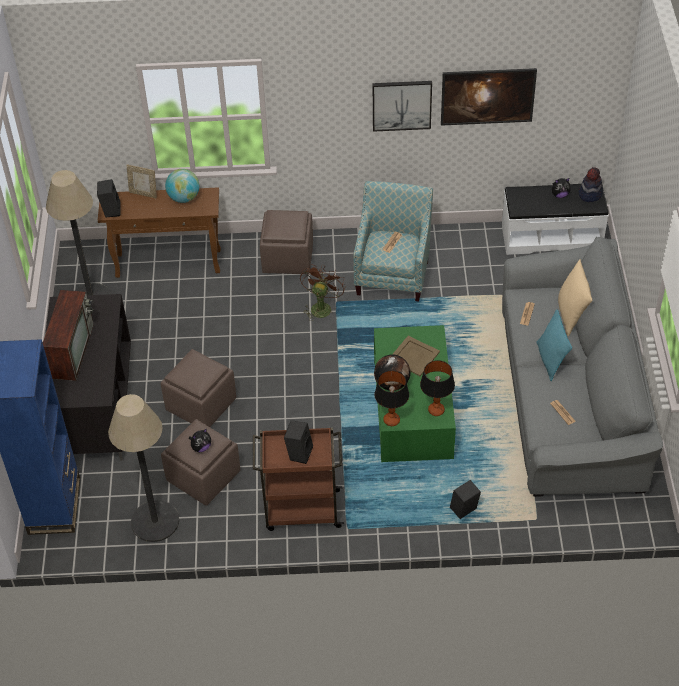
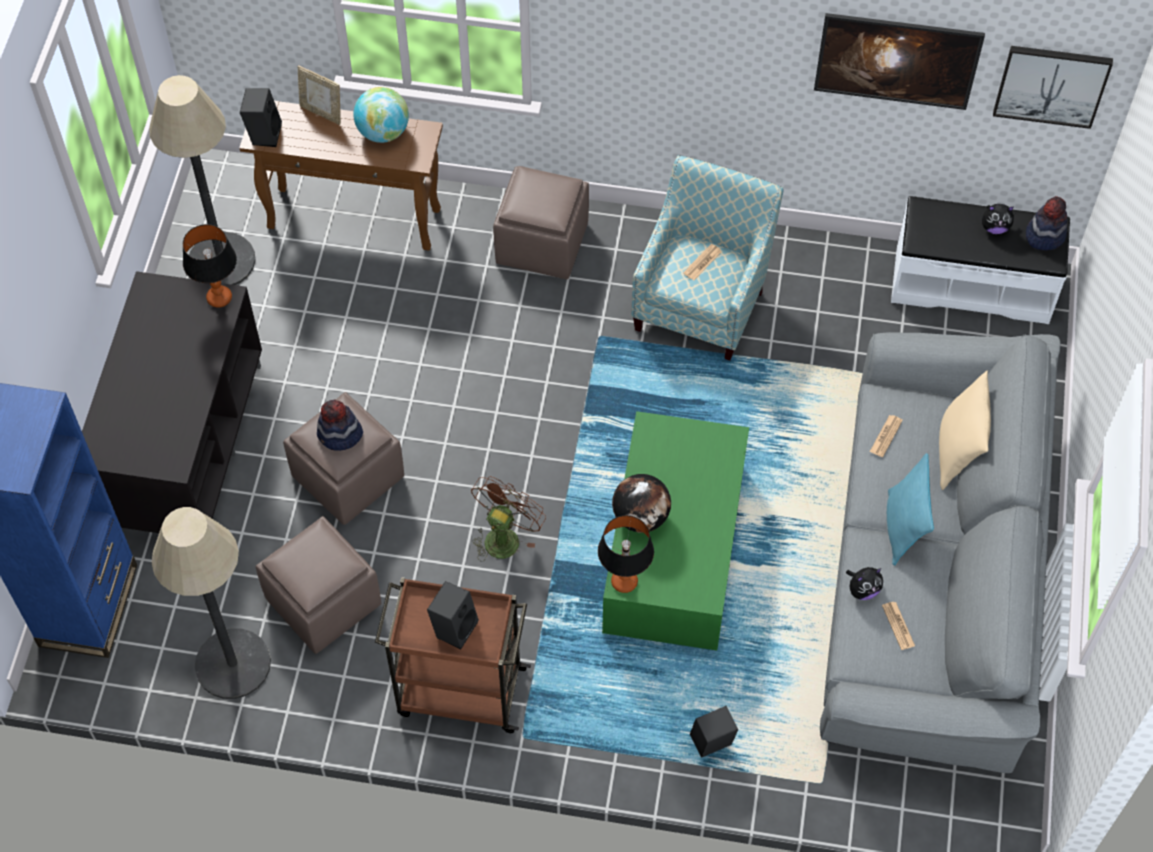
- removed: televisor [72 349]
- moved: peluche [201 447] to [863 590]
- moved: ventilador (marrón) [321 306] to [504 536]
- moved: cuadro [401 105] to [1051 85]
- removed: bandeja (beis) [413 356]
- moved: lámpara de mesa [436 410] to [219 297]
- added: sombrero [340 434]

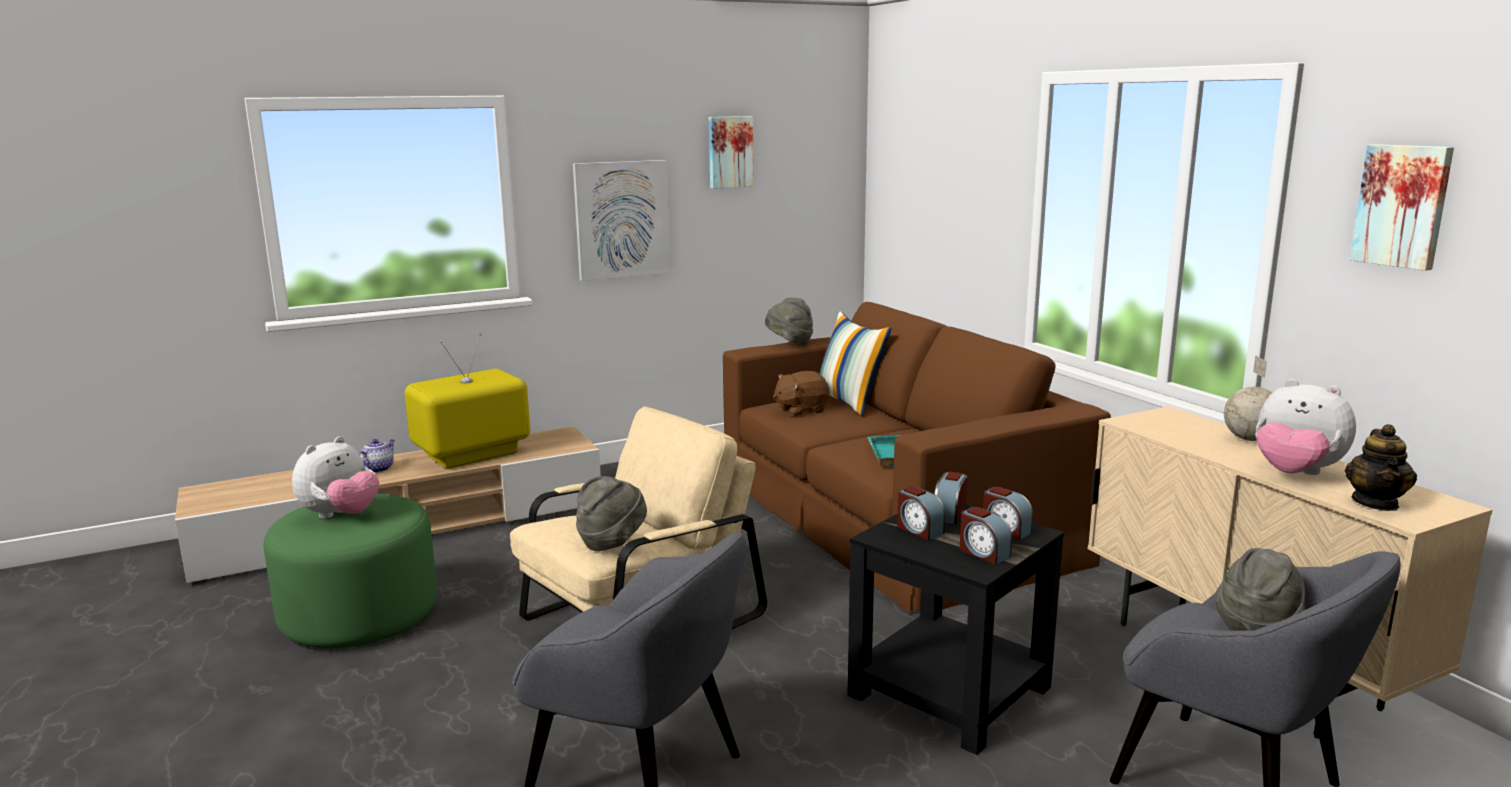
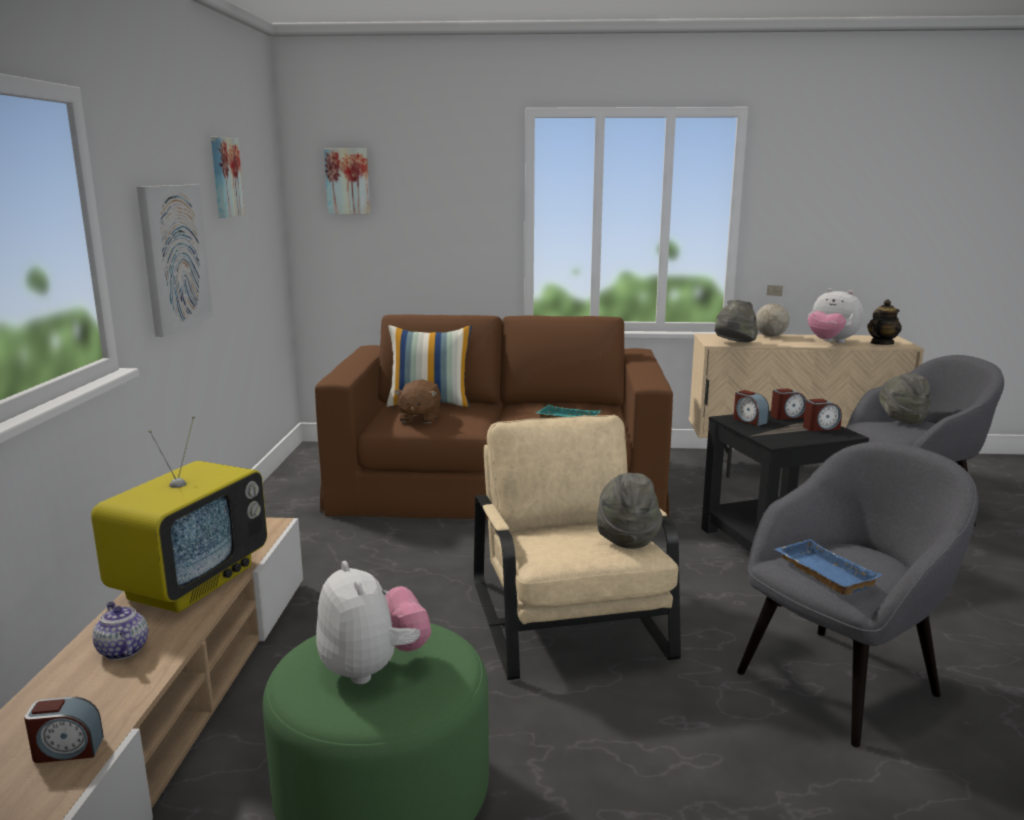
- turned: televisor [472 455] = [191 582] 150 degrees counterclockwise
- moved: sombrero (gris) [789 343] to [734 344]
- moved: despertador [919 530] to [67 750]
- turned: peluche [1295 473] = [831 342] 60 degrees clockwise
- turned: tetera [1375 503] = [881 343] 90 degrees counterclockwise
- moved: cuadro [1402 206] to [348 181]
- added: bandeja (azul) [822 573]

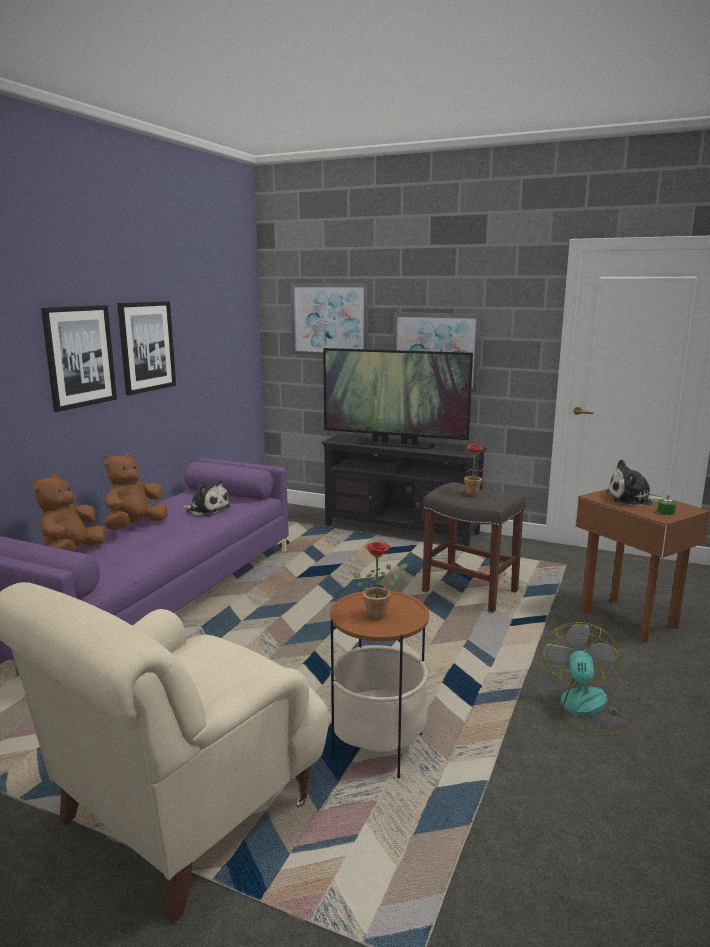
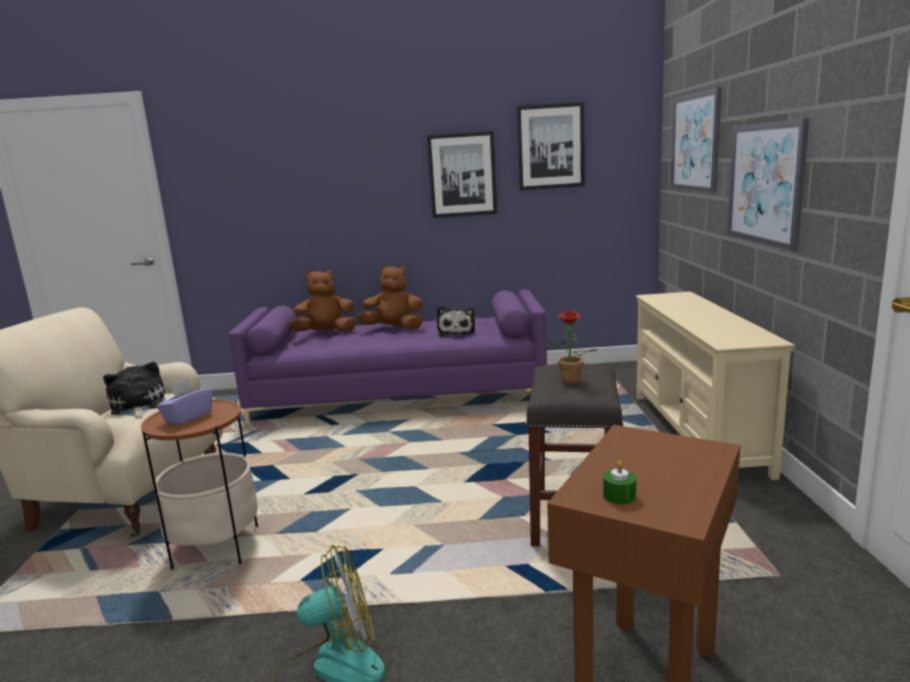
- moved: cuadro [79 356] to [550 146]
- recoloured: mueble de televisión (negro) [401 529] to mueble de televisión (beis) [697 433]
- removed: televisor [394 444]
- replaced: planta en maceta [379 614] to caja de pañuelos (morado) [188 417]
- moved: peluche [632 499] to [137 406]

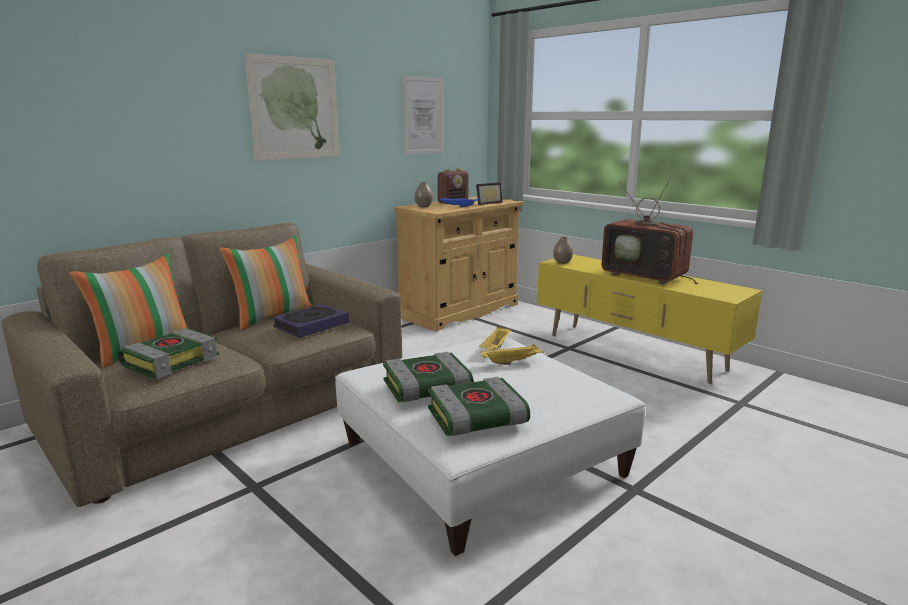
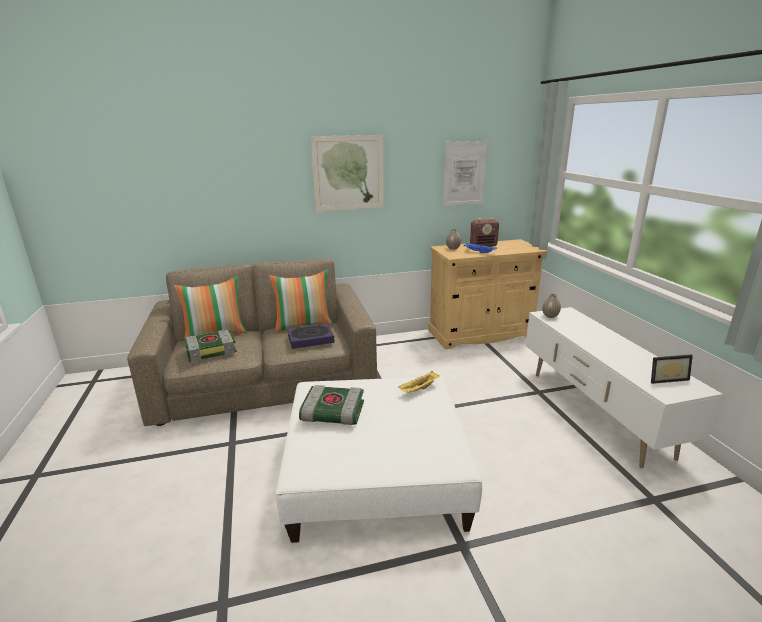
- removed: libro [476 419]
- moved: portarretratos [487 203] to [665 378]
- removed: bandeja (amarillo) [512 362]
- recoloured: mueble de televisión (amarillo) [633 352] to mueble de televisión (blanco) [595 412]
- removed: televisor [647 276]

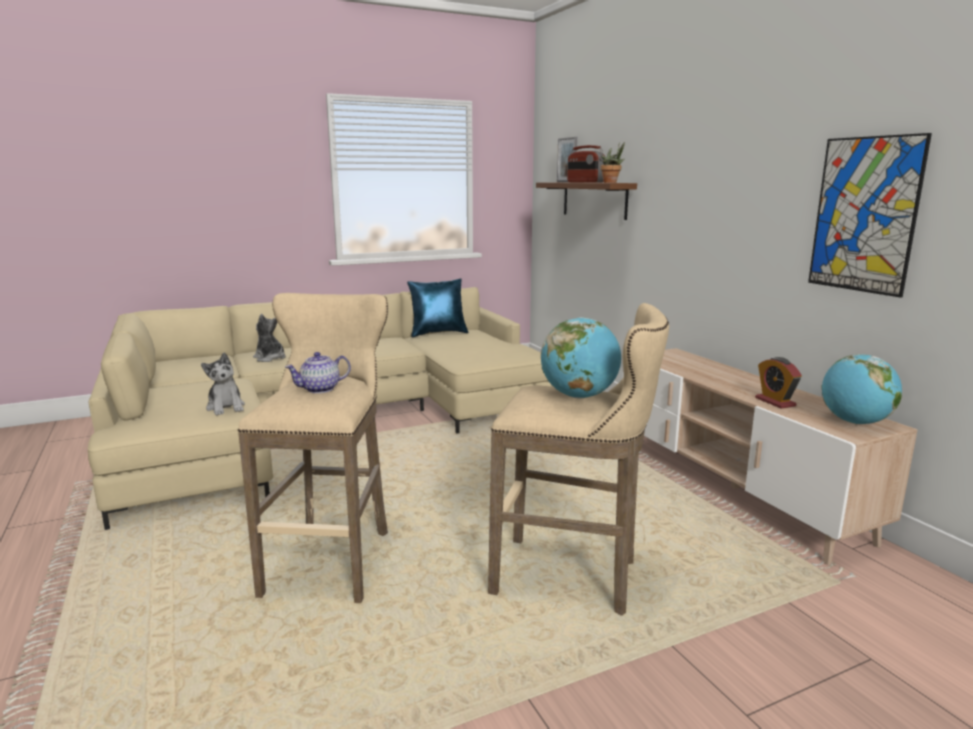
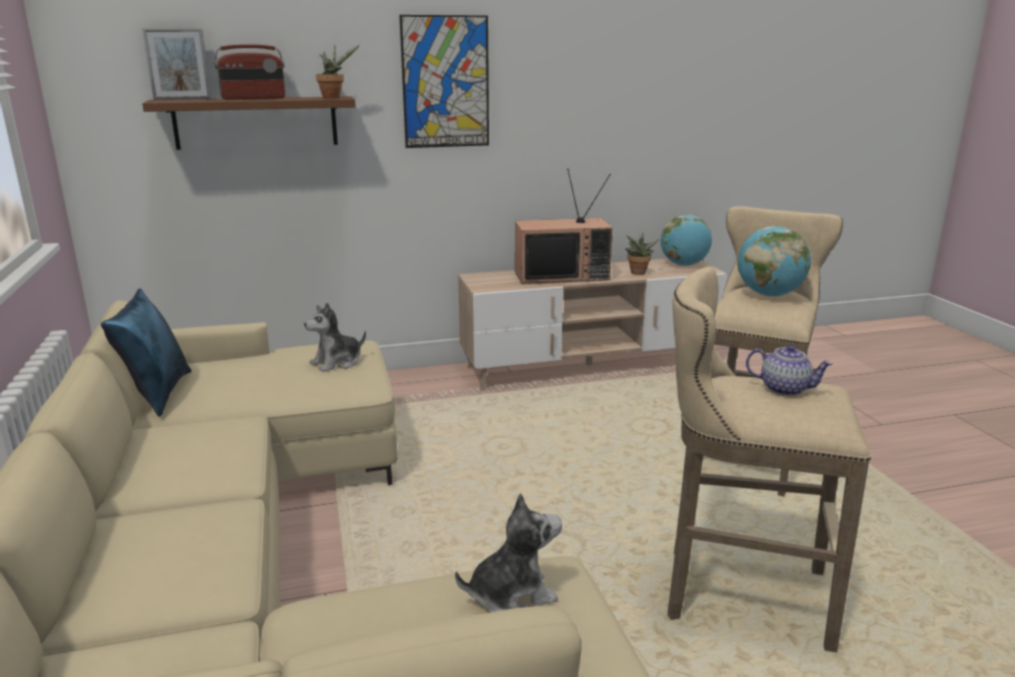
- moved: peluche [270 358] to [337 362]
- turned: tetera [320 389] = [785 389] 45 degrees counterclockwise
- replaced: despertador [775 402] to planta en maceta [638 273]
- moved: cuadro [864 215] to [445 82]
- added: televisor [562 275]

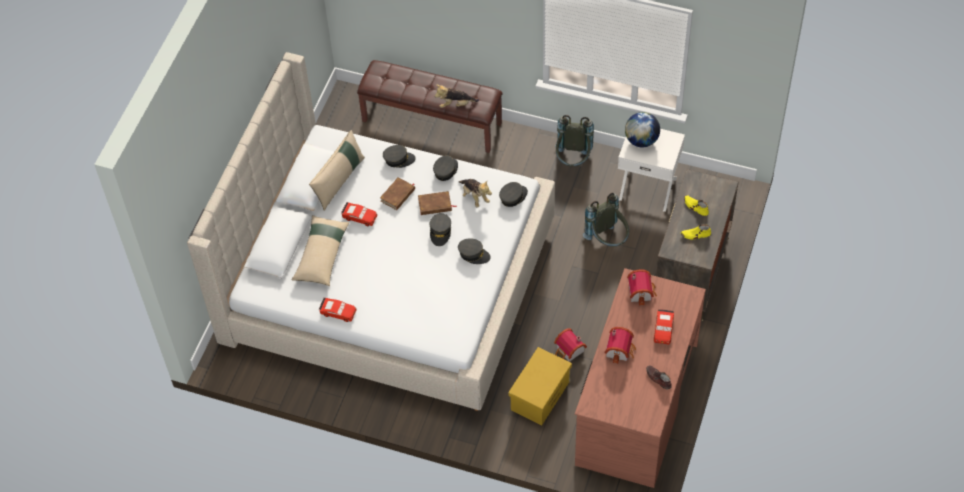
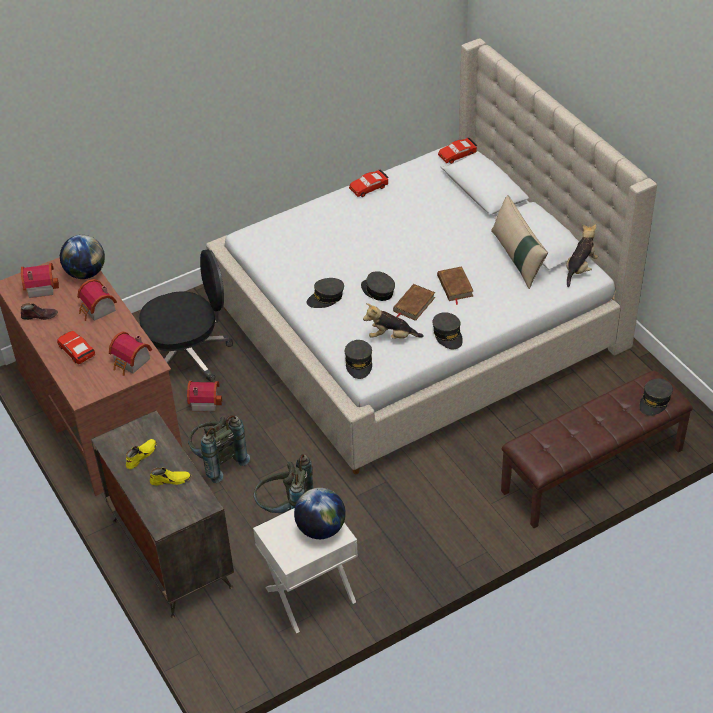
- removed: cojín (beis) [321 255]
- moved: coche de juguete (rojo) [359 217] to [457 155]
- moved: gorra (gris) [398 159] to [655 401]
- moved: peluche [455 104] to [580 268]
- replaced: caja de almacenaje (amarillo) [540 395] to silla de oficina (negro) [188 355]
- moved: mochila (gris) [573 160] to [217 462]
- added: casita [40 287]
- added: globo terráqueo [85 273]

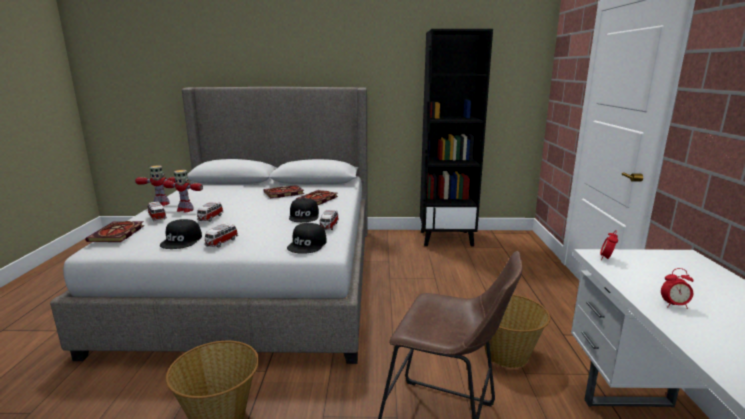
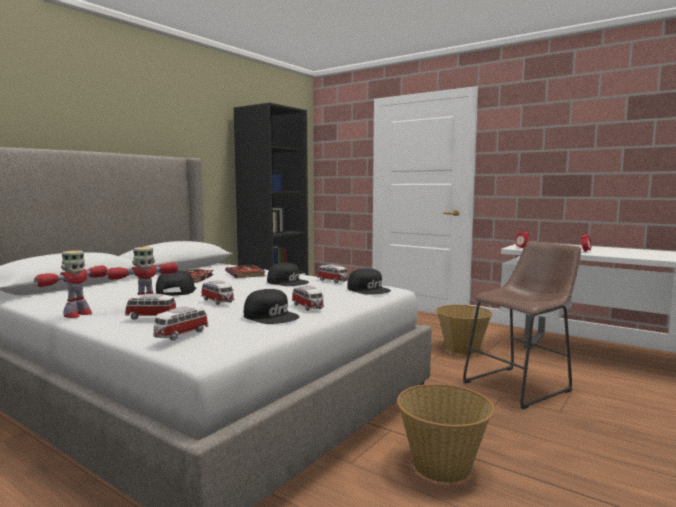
- replaced: libro [117 234] to coche de juguete [180 334]
- added: gorra (negro) [175 291]

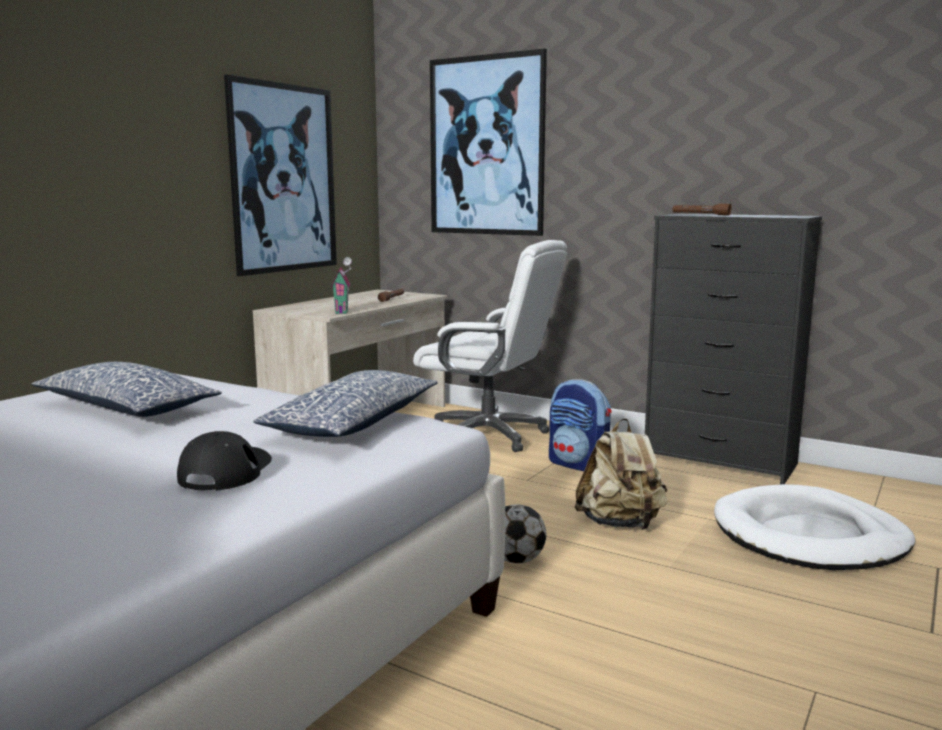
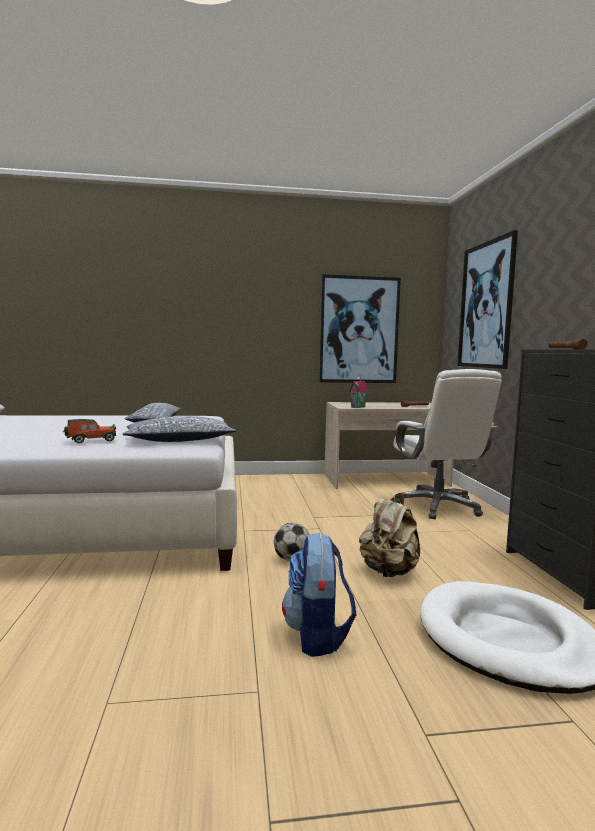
- replaced: gorra (negro) [226 471] to coche de juguete [90 440]
- moved: mochila [579 465] to [318 636]

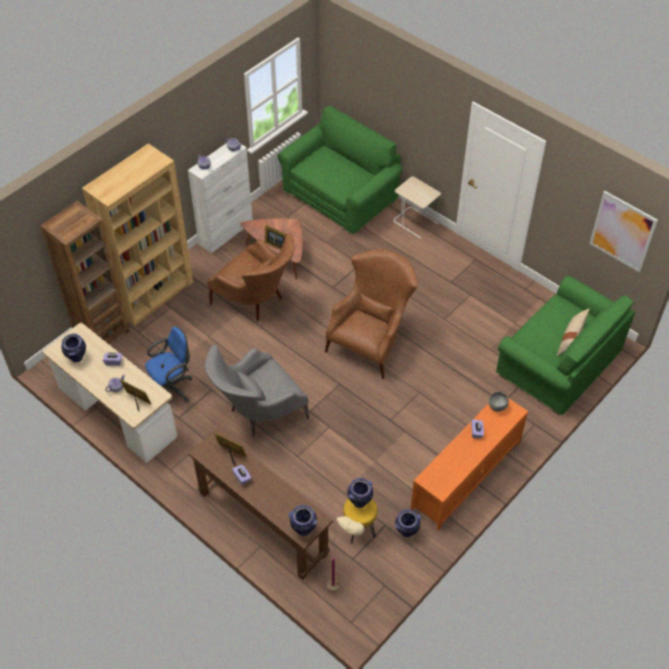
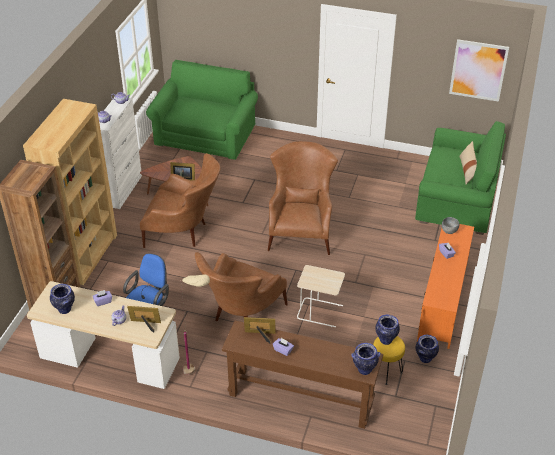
- recoloured: sillón (gris) [258 414] to sillón (marrón) [241 316]
- moved: lámpara de pie (beis) [343 592] to [199 372]
- moved: mesa auxiliar (beis) [415 222] to [320 312]

